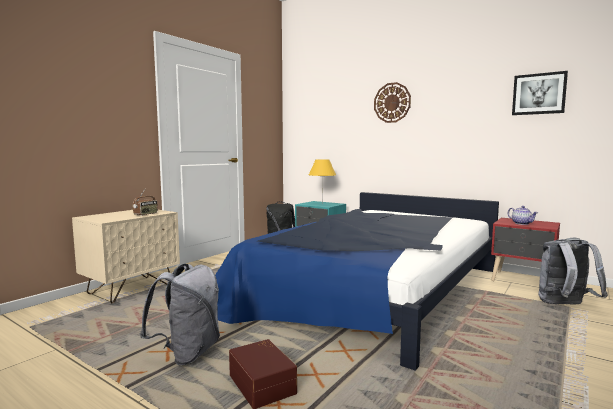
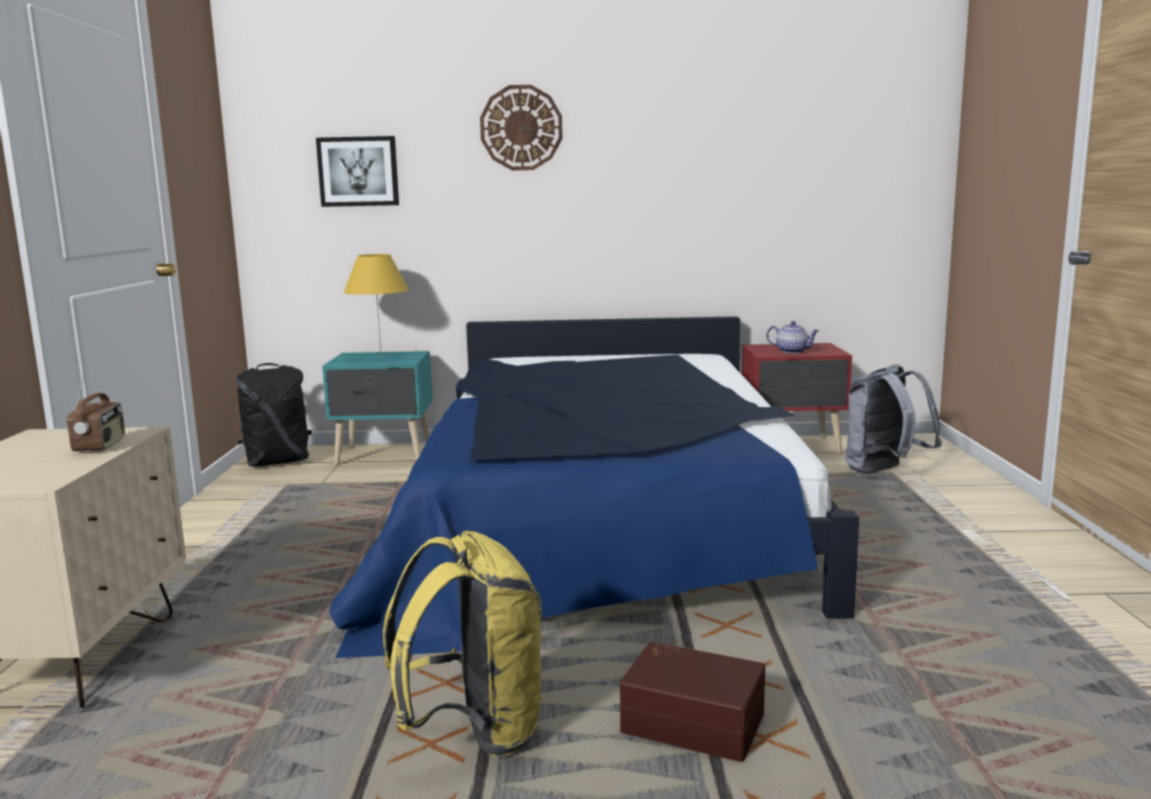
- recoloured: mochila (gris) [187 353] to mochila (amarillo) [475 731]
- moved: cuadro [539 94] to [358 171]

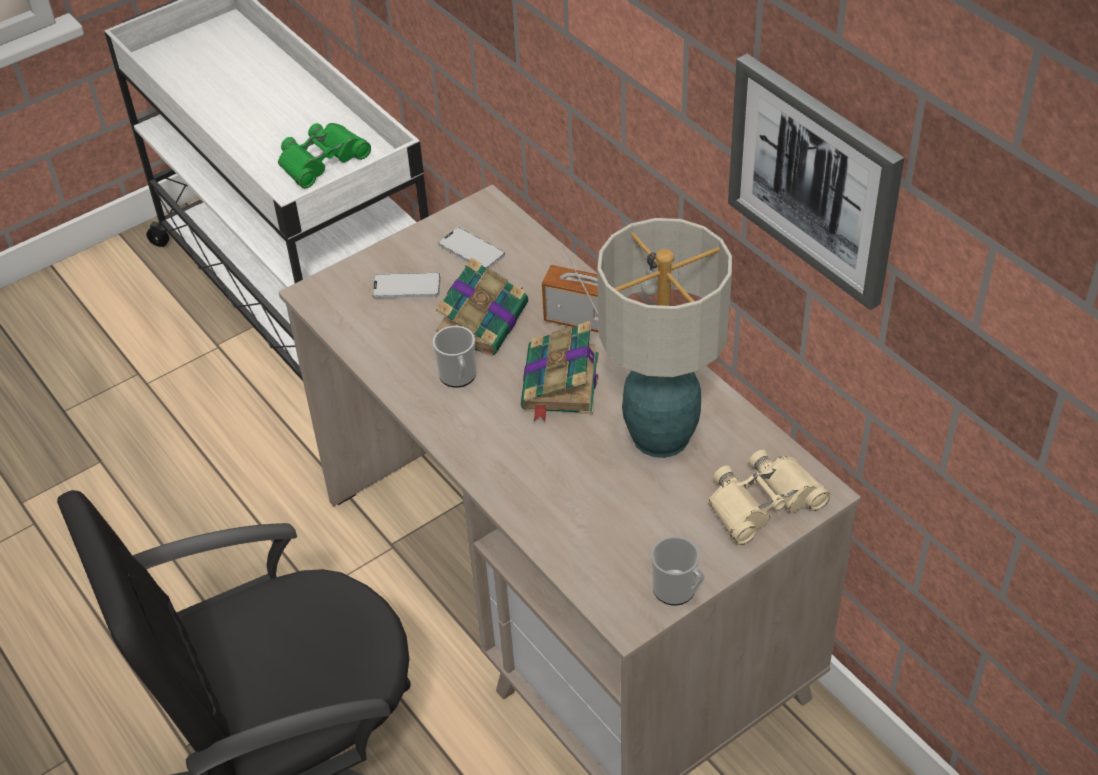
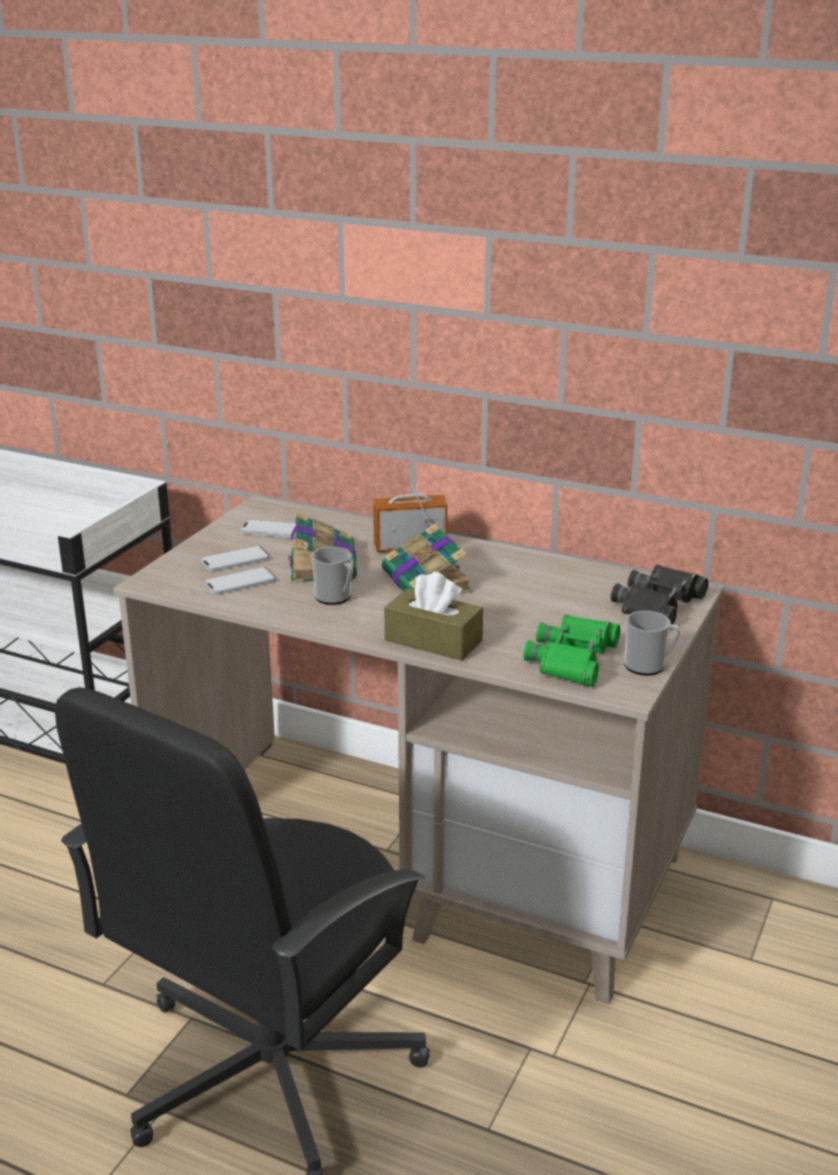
- moved: prismáticos (verde) [322 160] to [573 659]
- removed: lámpara de mesa [659 436]
- recoloured: prismáticos (beis) [763 503] to prismáticos (negro) [658 605]
- removed: cuadro [814 179]
- added: móvil [240 582]
- added: caja de pañuelos (marrón) [433 640]

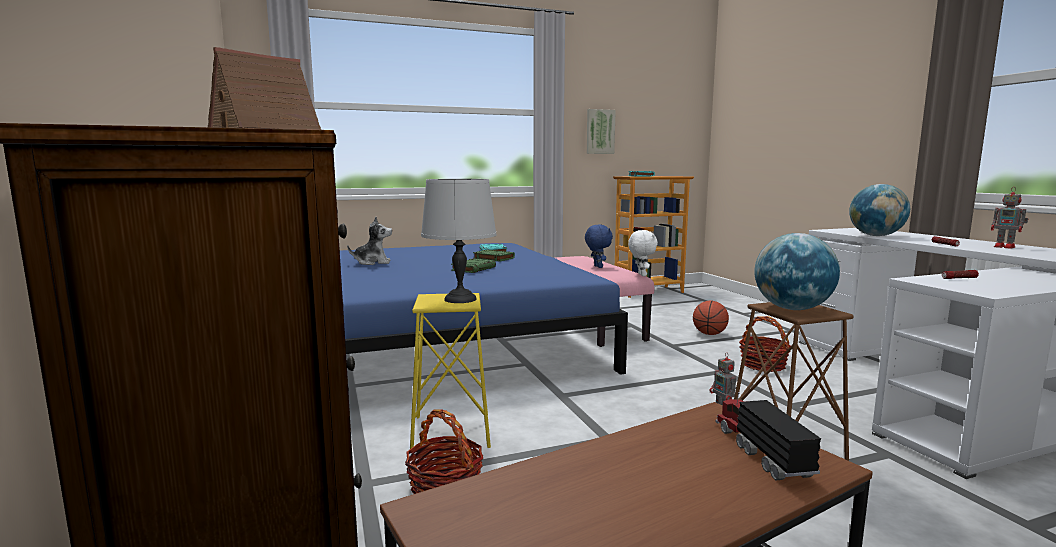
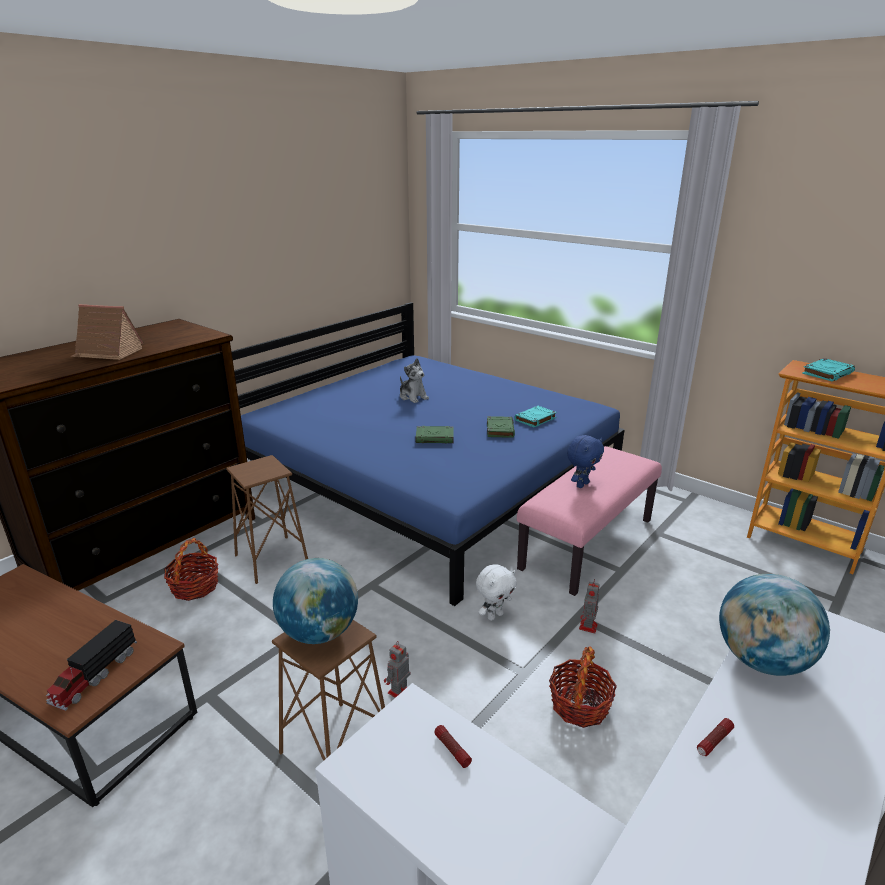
- recoloured: taburete (amarillo) [451 432] to taburete (marrón) [272 559]
- removed: lámpara de mesa (gris) [459 299]
- removed: cuadro [600 131]
- moved: peluche (blanco) [641 275] to [494 615]
- removed: balón de baloncesto [709 334]
- turned: camión de juguete [760 450] = [94 676] 150 degrees clockwise
- moved: robot de juguete [1005 247] to [588 627]

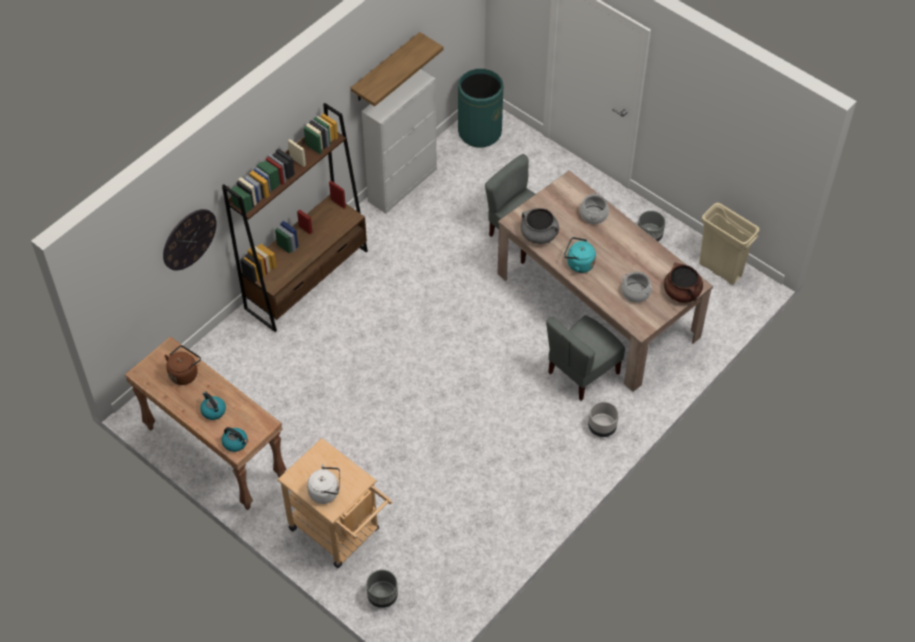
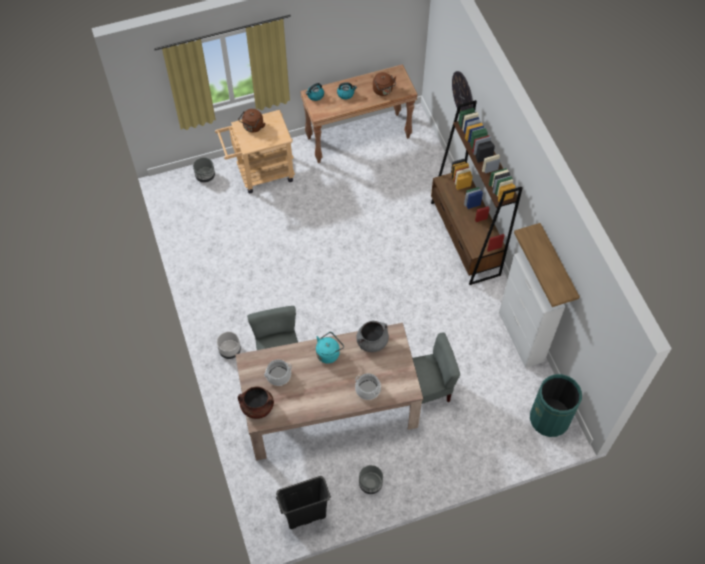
- recoloured: hervidor (blanco) [326 492] to hervidor (marrón) [252 127]
- recoloured: papelera (beis) [720 269] to papelera (negro) [305 516]

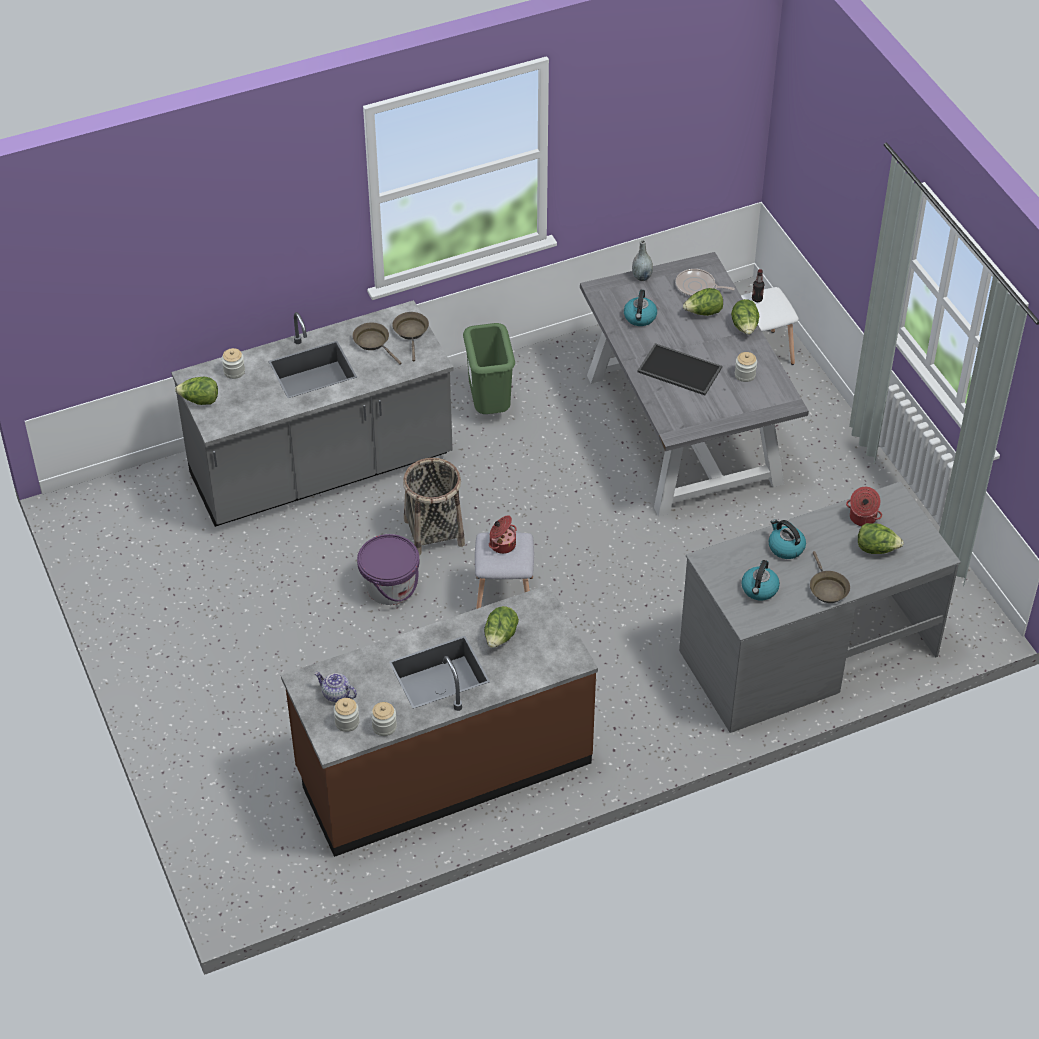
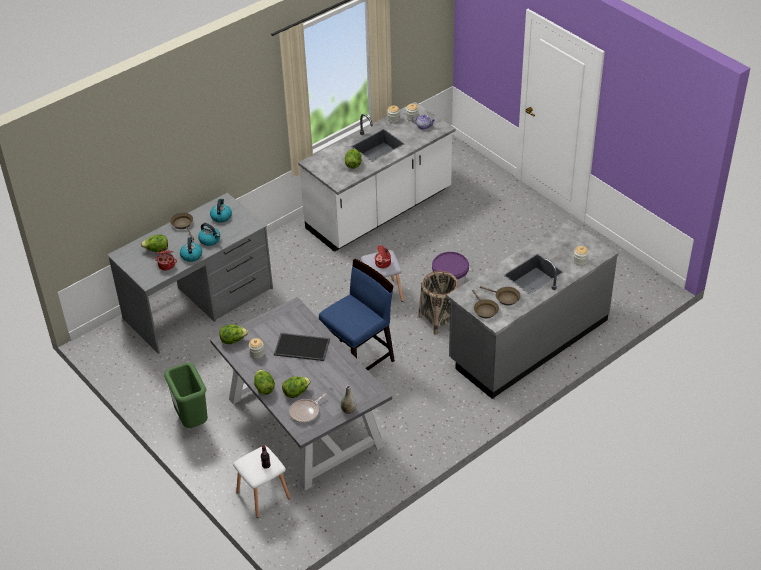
- moved: lechuga [199 401] to [233 340]
- recoloured: mueble bajo de cocina (marrón) [443 767] to mueble bajo de cocina (blanco) [380 210]
- moved: papelera (verde) [490 406] to [191 420]
- moved: hervidor [640 317] to [191 255]
- turned: sartén [697 287] = [306 412] 135 degrees clockwise
- added: silla (azul) [359 361]

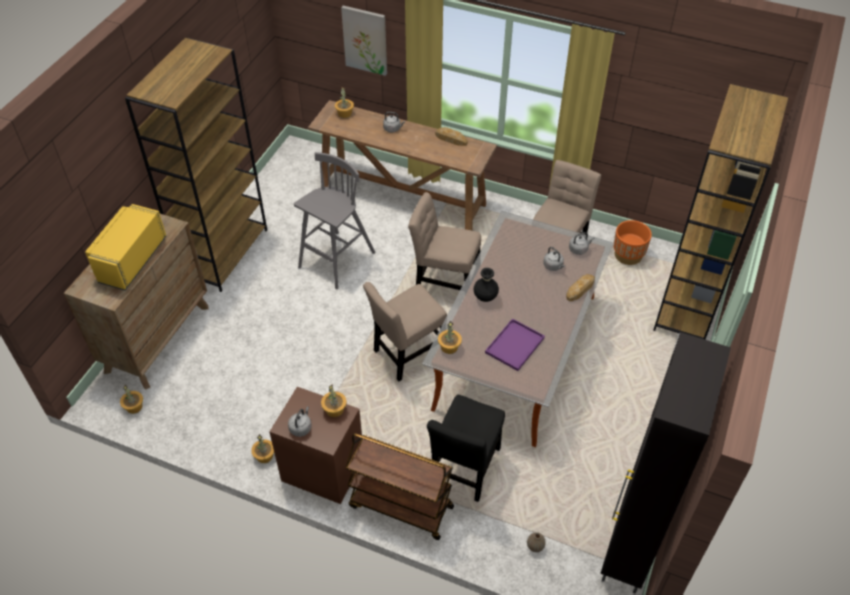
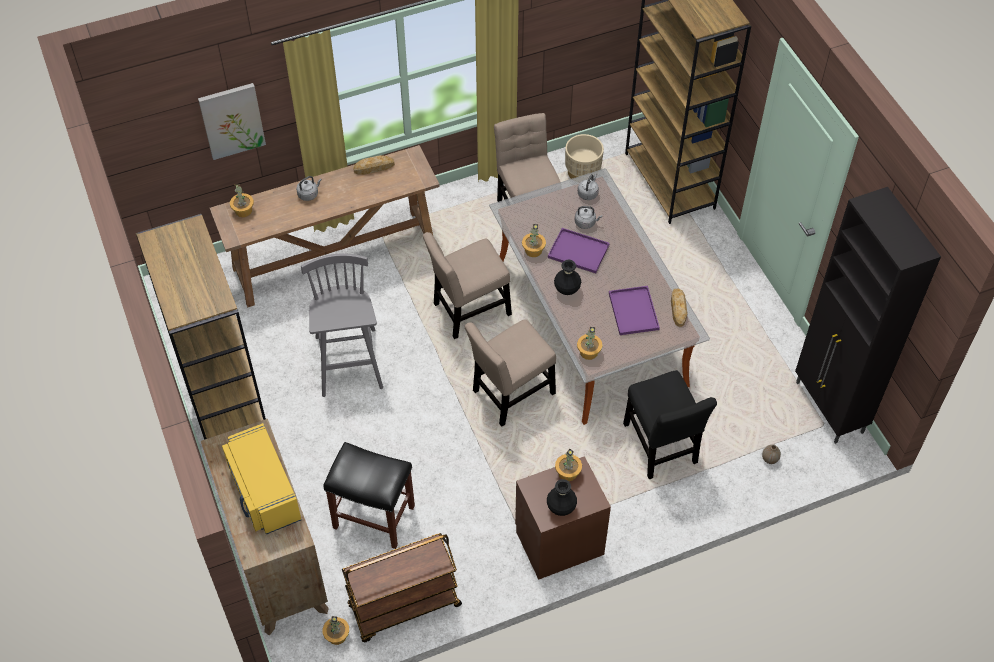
- moved: planta en maceta [265 455] to [533 250]
- replaced: hervidor (gris) [301 427] to florero (negro) [561 508]
- moved: carrito (marrón) [400 507] to [404 607]
- turned: silla (beis) [407 354] = [510 395] 45 degrees clockwise
- moved: pan [580 289] to [678 308]
- recoloured: maceta (naranja) [628 255] to maceta (beis) [582 172]
- added: taburete (negro) [372 517]
- added: bandeja (morado) [577 251]

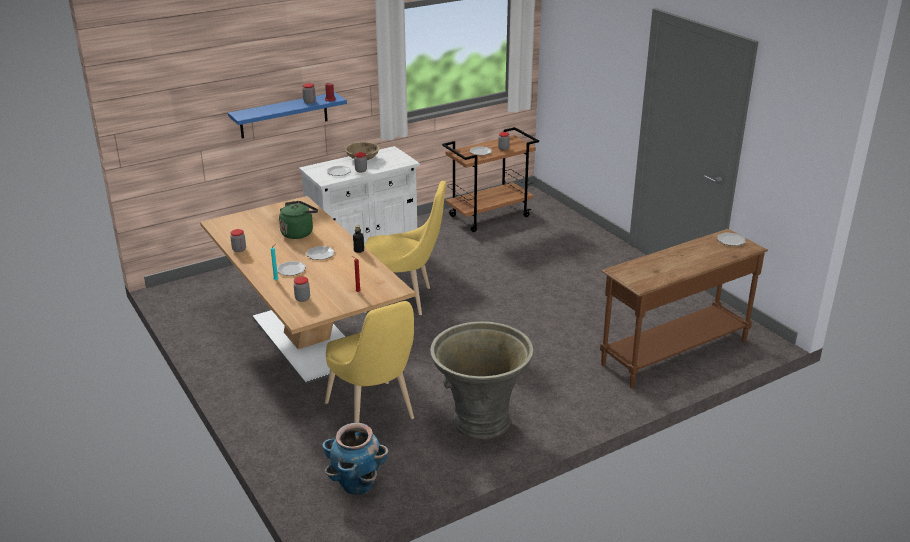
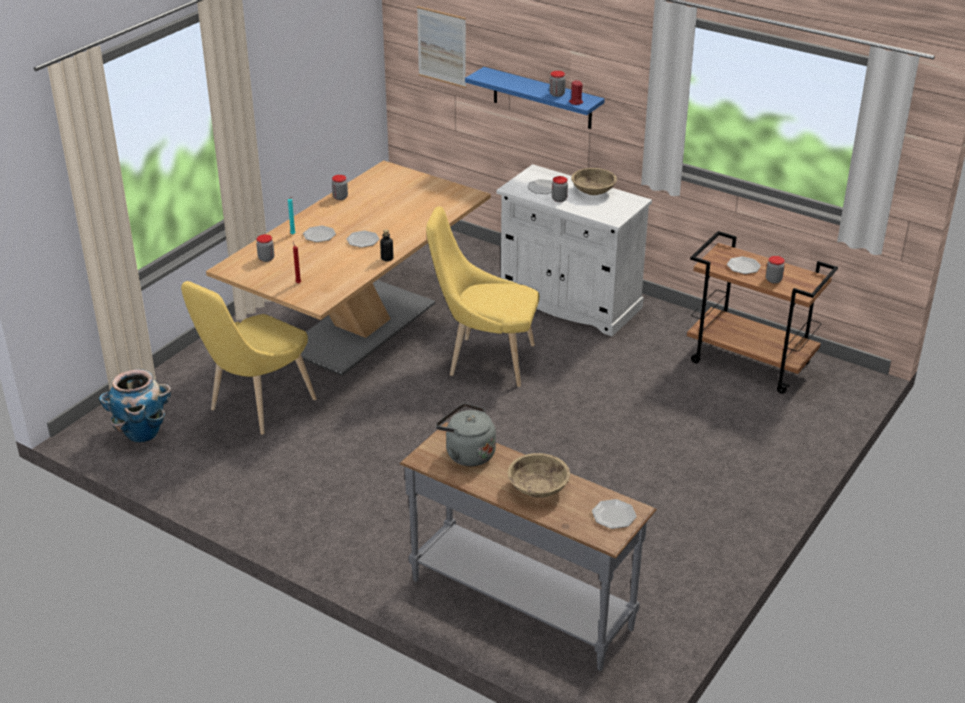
- removed: hervidor (verde) [298 233]
- turned: silla (amarillo) [403 300] = [485 360] 120 degrees clockwise
- removed: maceta (gris) [480 421]
- recoloured: mesa consola (marrón) [673 352] to mesa consola (gris) [522 602]
- added: cuadro [442 47]
- added: hervidor (gris) [467 454]
- added: cuenco (beis) [538 488]

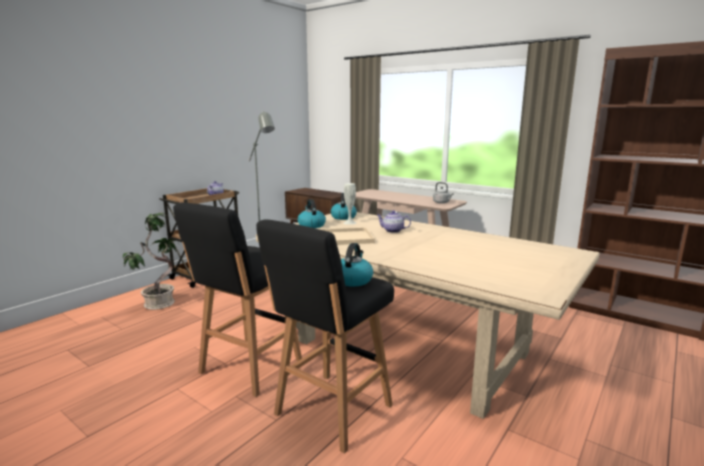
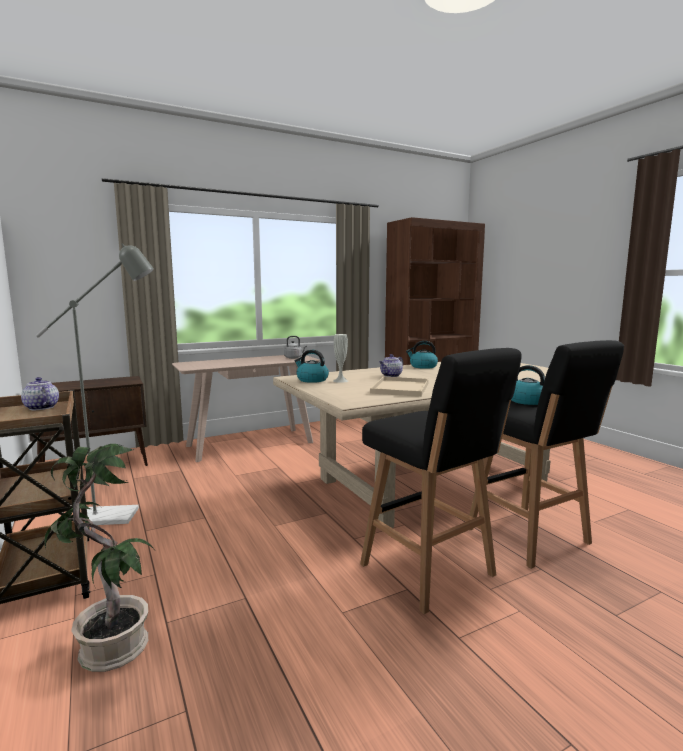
- moved: hervidor [311 225] to [422 366]

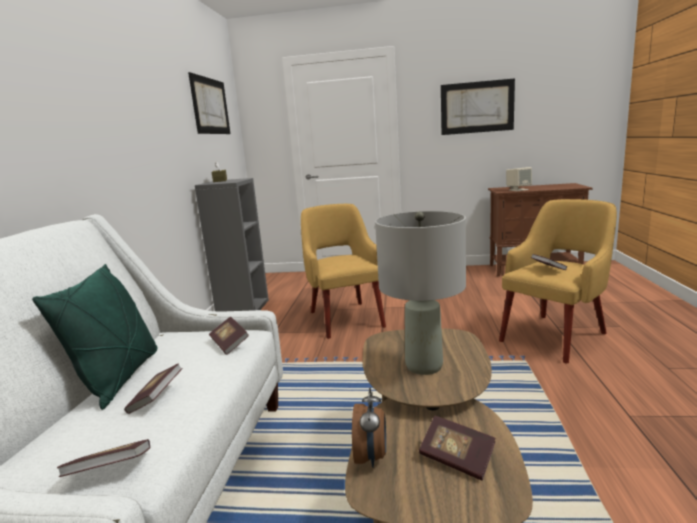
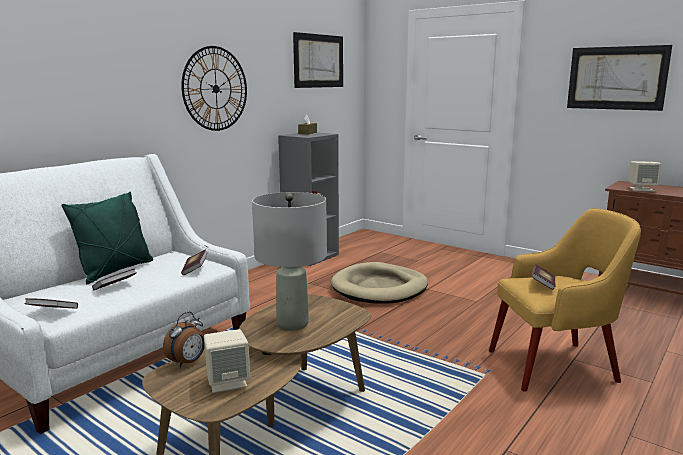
- replaced: sillón (amarillo) [345 318] to cama para perro (beis) [379 288]
- replaced: libro [456 459] to altavoz (beis) [228 382]
- added: reloj de pared [215 89]

